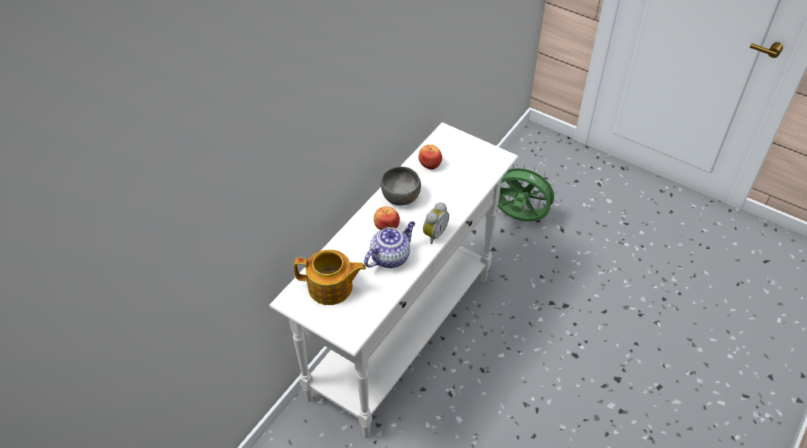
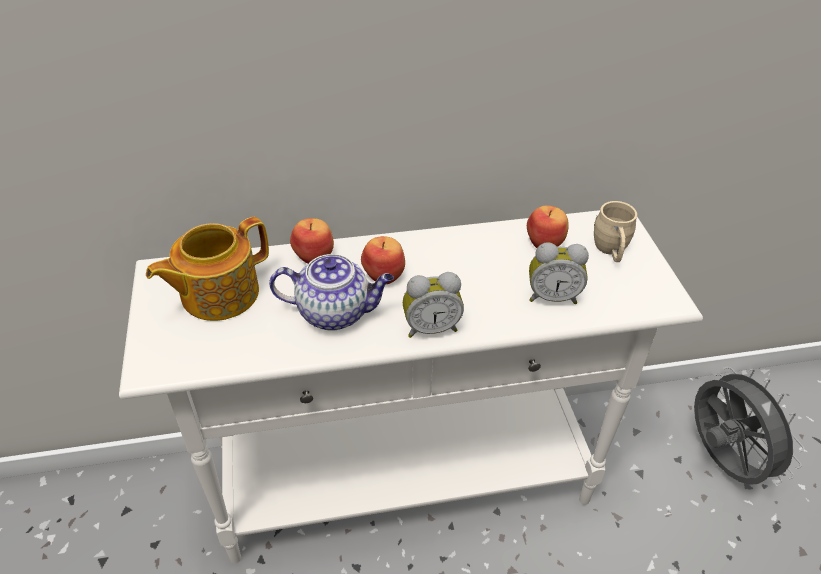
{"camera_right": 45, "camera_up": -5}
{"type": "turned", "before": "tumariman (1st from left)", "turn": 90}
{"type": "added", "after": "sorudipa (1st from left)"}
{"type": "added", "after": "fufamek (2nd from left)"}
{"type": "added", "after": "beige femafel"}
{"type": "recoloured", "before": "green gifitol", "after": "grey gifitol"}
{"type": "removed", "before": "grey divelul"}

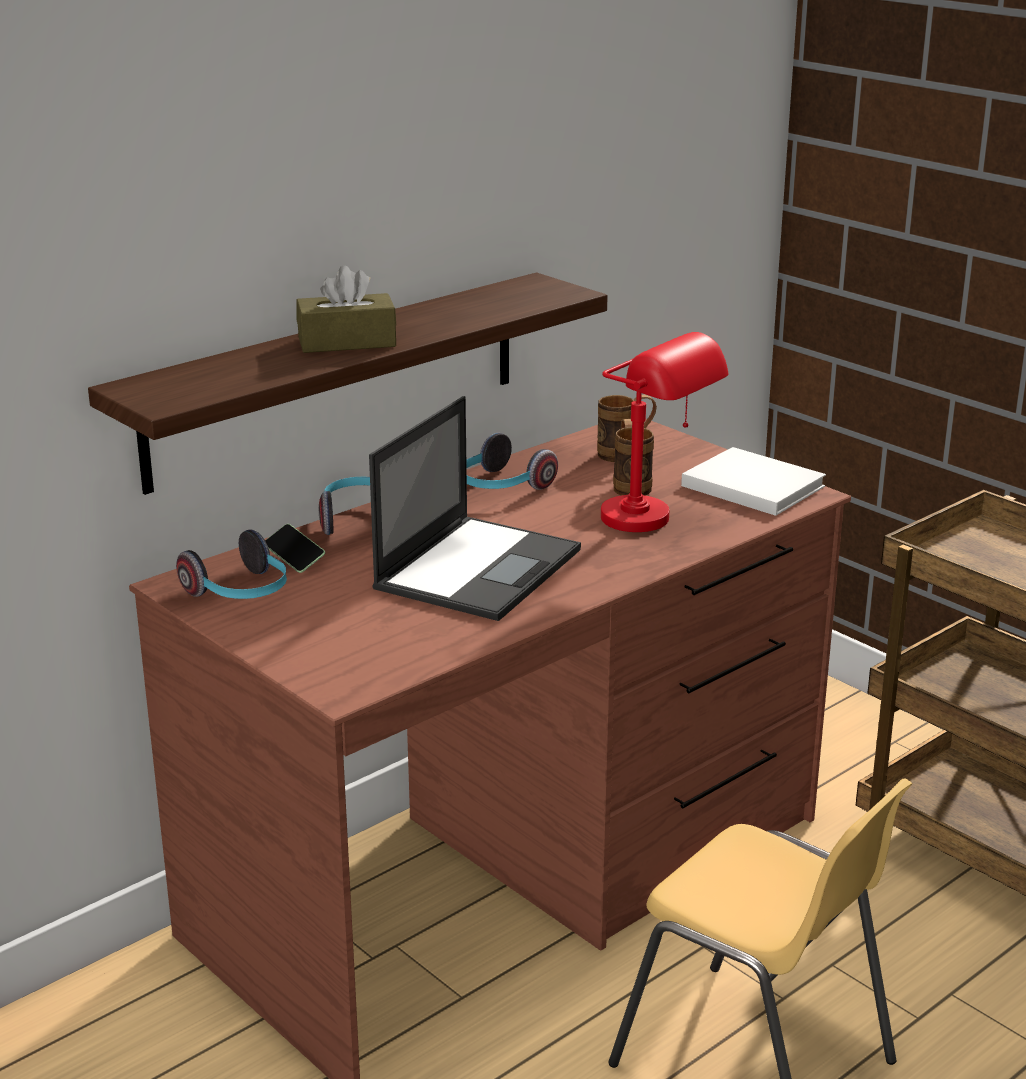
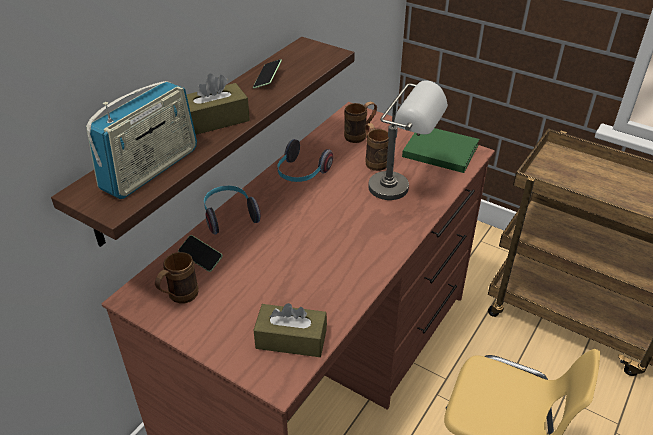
{"camera_right": -15, "camera_up": 15}
{"type": "added", "after": "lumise"}
{"type": "replaced", "before": "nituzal (1st from left)", "after": "brown femafel (1st from left)"}
{"type": "added", "after": "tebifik (2nd from left)"}
{"type": "added", "after": "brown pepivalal (2nd from left)"}
{"type": "recoloured", "before": "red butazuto", "after": "grey butazuto"}
{"type": "recoloured", "before": "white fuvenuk", "after": "green fuvenuk"}
{"type": "removed", "before": "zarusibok"}

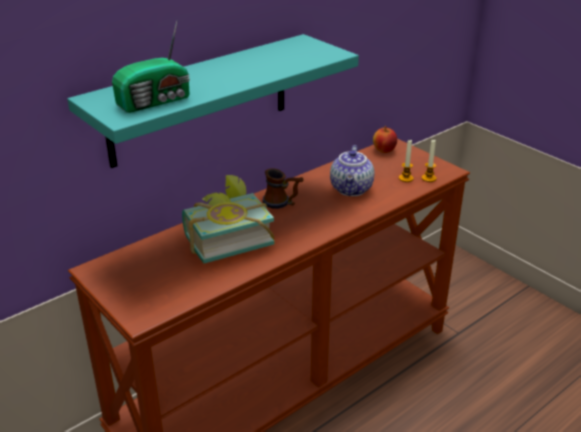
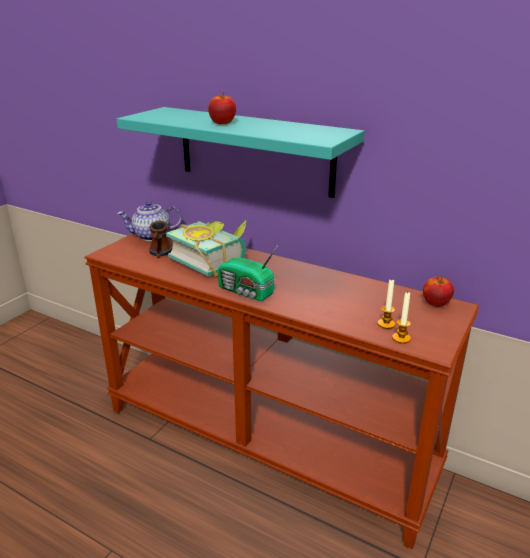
{"camera_right": 70, "camera_up": -5}
{"type": "moved", "before": "tumariman"}
{"type": "moved", "before": "femafel"}
{"type": "added", "after": "sorudipa (1st from left)"}
{"type": "moved", "before": "lumise"}

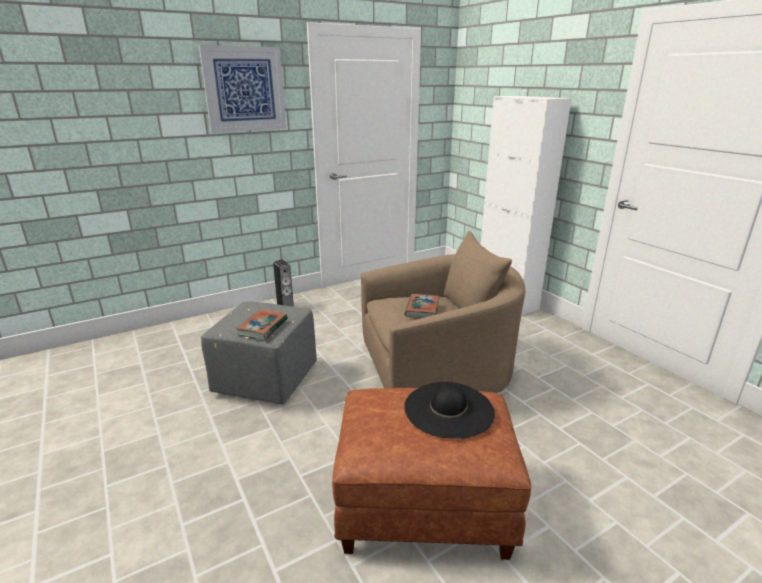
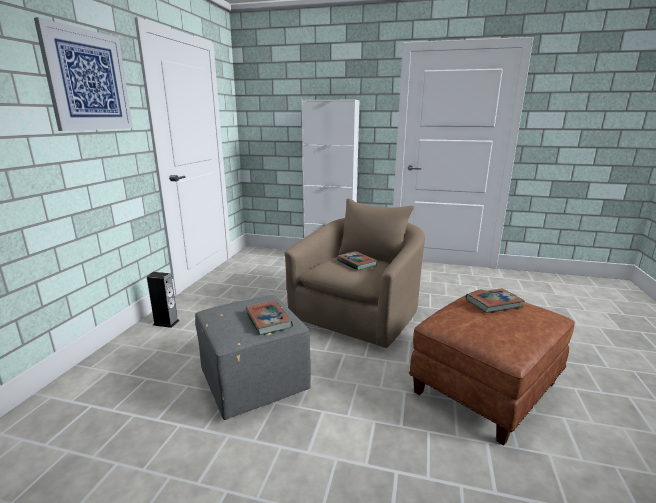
{"camera_right": -45, "camera_up": -5}
{"type": "replaced", "before": "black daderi", "after": "fuvenuk (3rd from left)"}

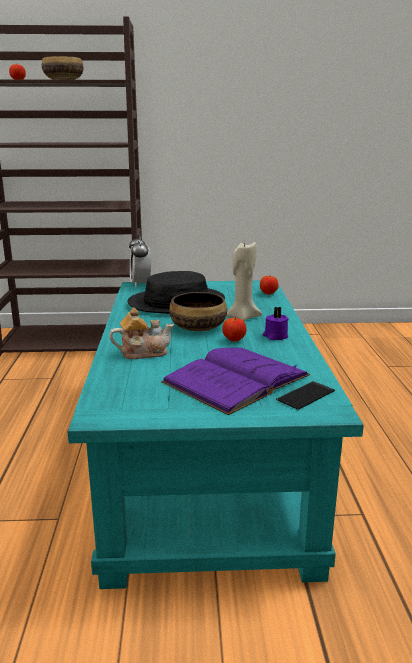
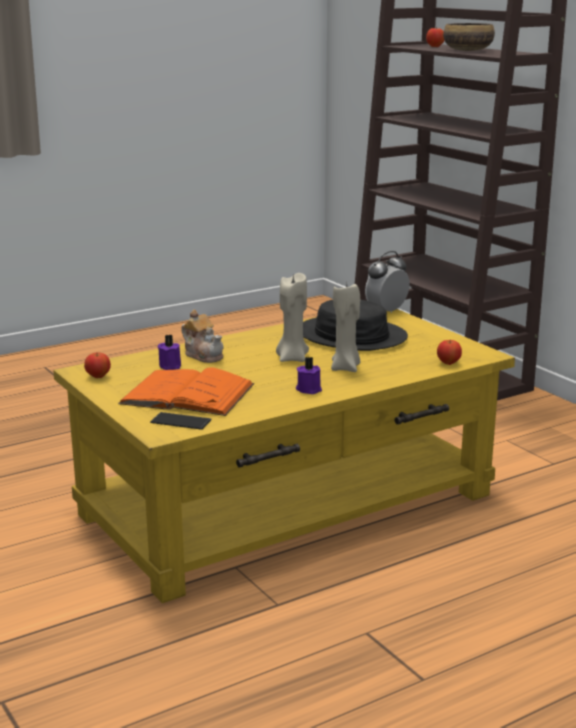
{"camera_right": 60, "camera_up": 0}
{"type": "recoloured", "before": "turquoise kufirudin", "after": "yellow kufirudin"}
{"type": "moved", "before": "sorudipa (2nd from left in the first image)", "after": "sorudipa (1st from left)"}
{"type": "recoloured", "before": "purple fuvenuk", "after": "orange fuvenuk"}
{"type": "added", "after": "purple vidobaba (1st from left)"}
{"type": "replaced", "before": "divelul (2nd from left)", "after": "beige vidobaba (1st from left)"}

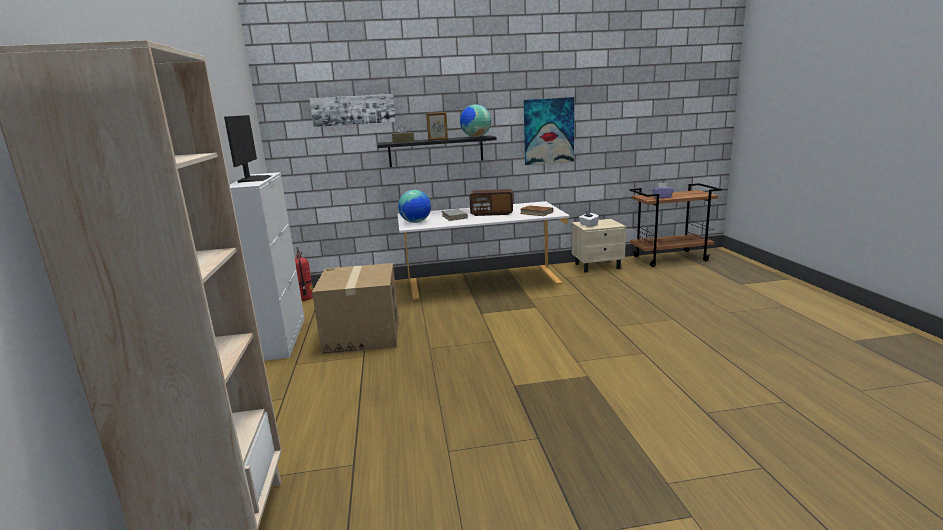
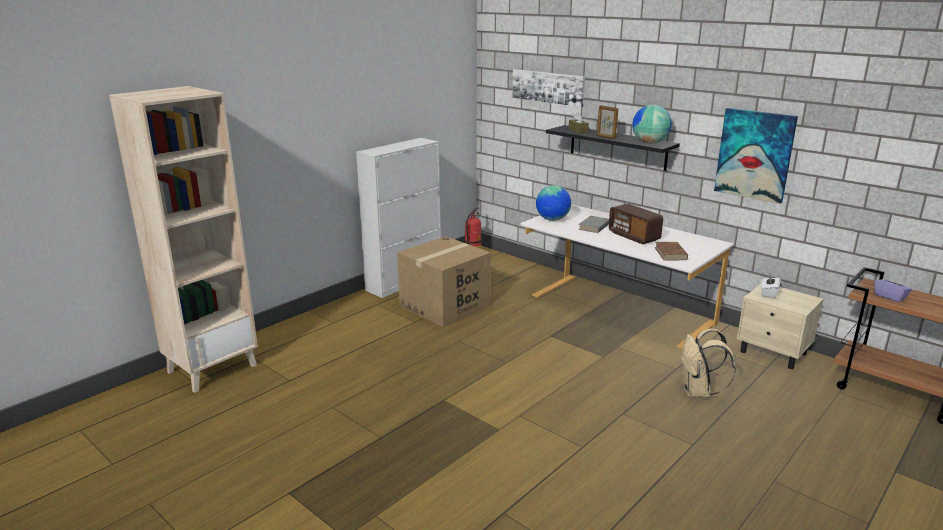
{"camera_right": 50, "camera_up": 5}
{"type": "added", "after": "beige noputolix"}
{"type": "removed", "before": "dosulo"}

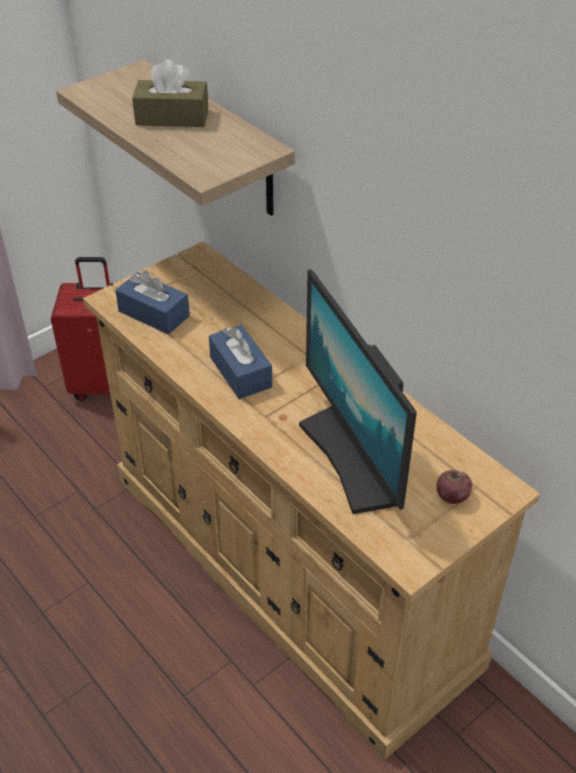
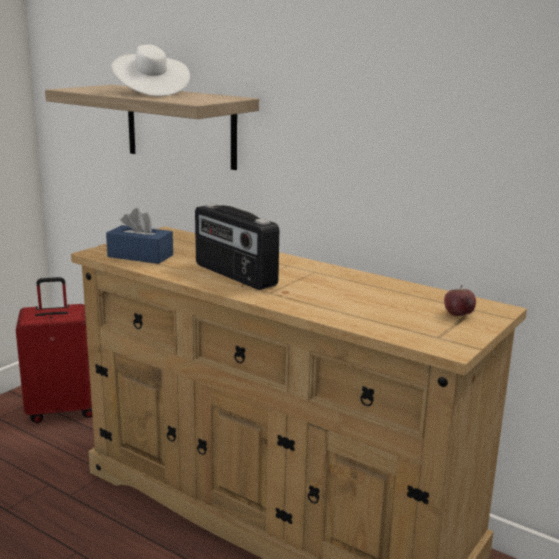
{"camera_right": -15, "camera_up": -25}
{"type": "replaced", "before": "brown pepivalal", "after": "white daderi"}
{"type": "replaced", "before": "blue pepivalal (2nd from left)", "after": "lumise"}
{"type": "removed", "before": "dosulo"}

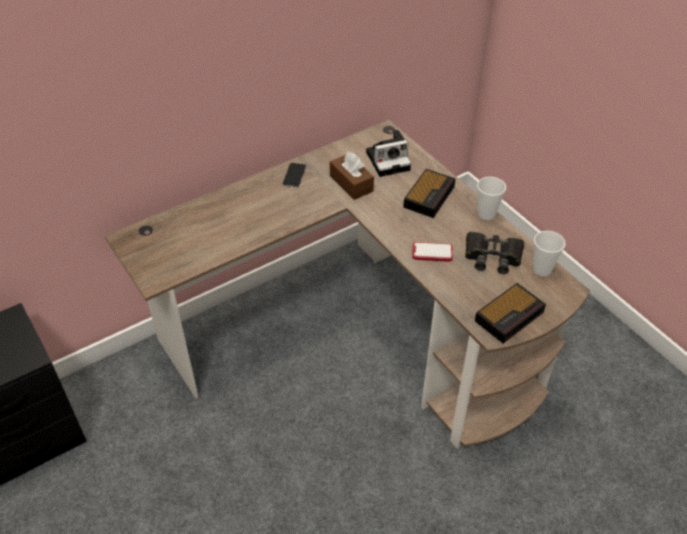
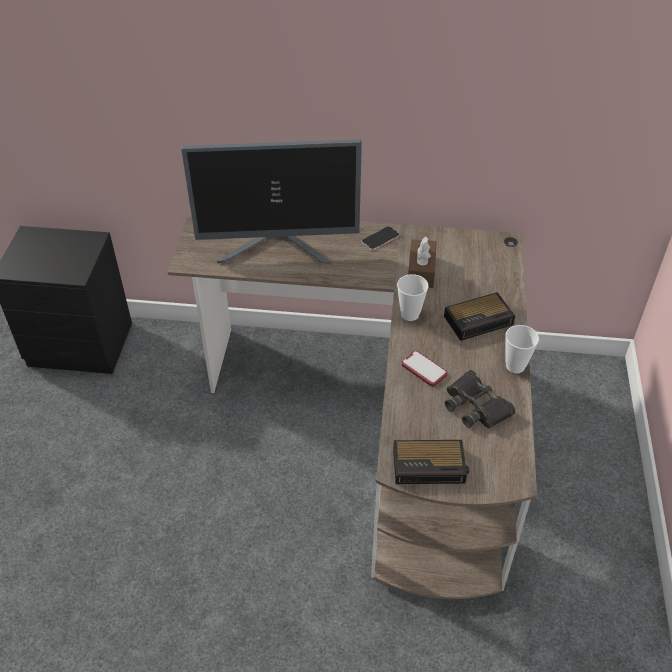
{"camera_right": 40, "camera_up": 0}
{"type": "added", "after": "dosulo"}
{"type": "moved", "before": "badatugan (2nd from left in the first image)", "after": "badatugan (1st from left)"}
{"type": "removed", "before": "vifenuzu"}

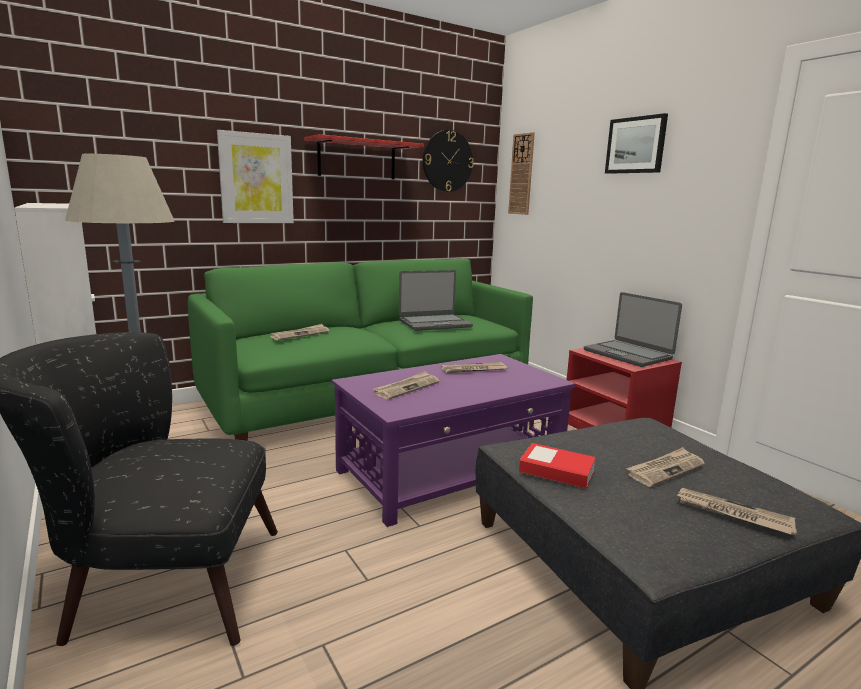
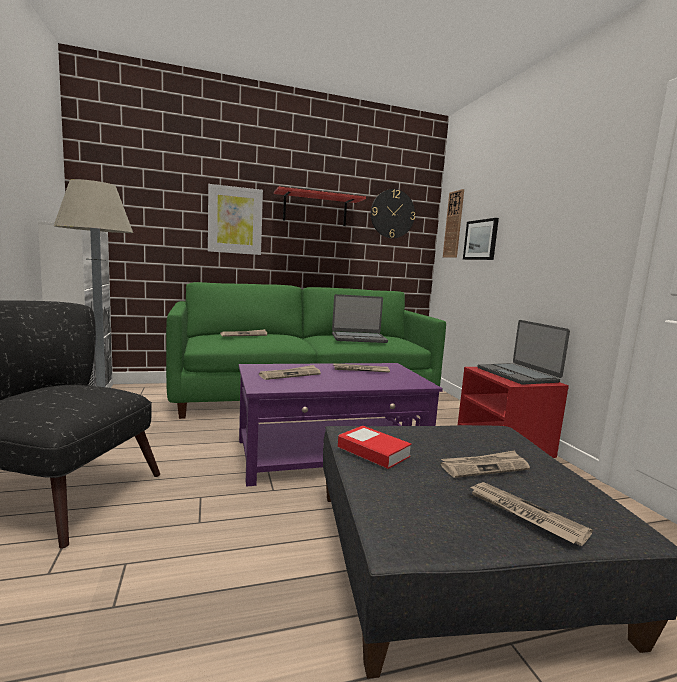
{"camera_right": 15, "camera_up": -5}
{"type": "moved", "before": "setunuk (2nd from left)"}

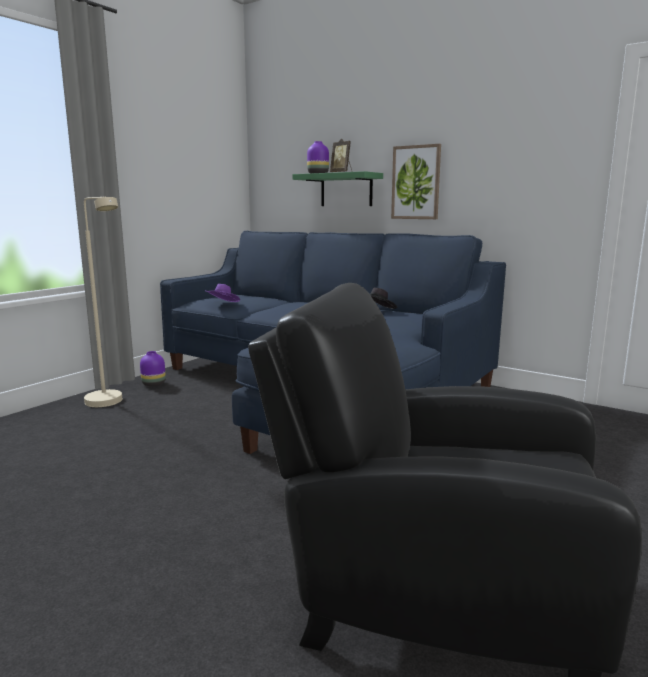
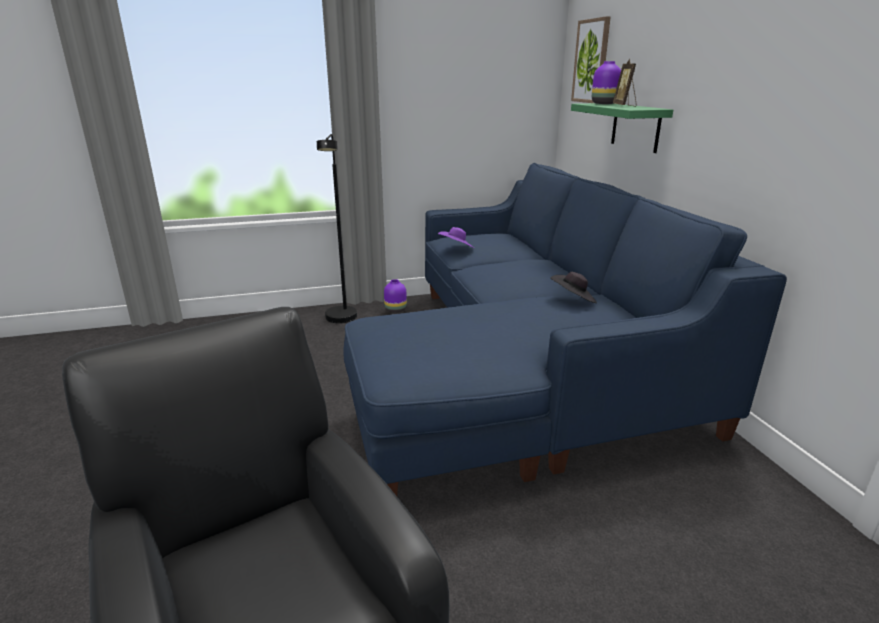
{"camera_right": 40, "camera_up": 10}
{"type": "recoloured", "before": "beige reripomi", "after": "black reripomi"}
{"type": "moved", "before": "setunuk"}

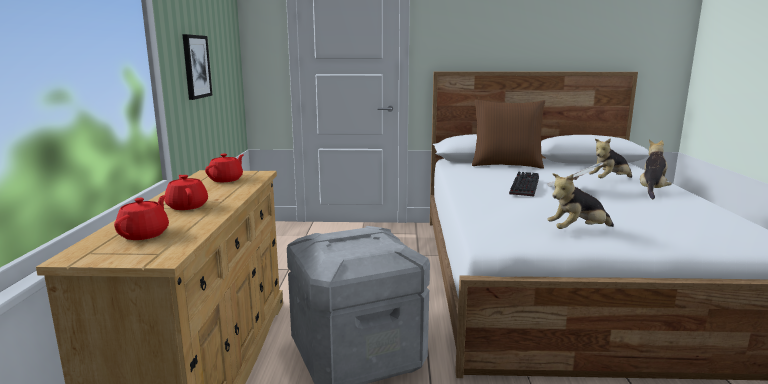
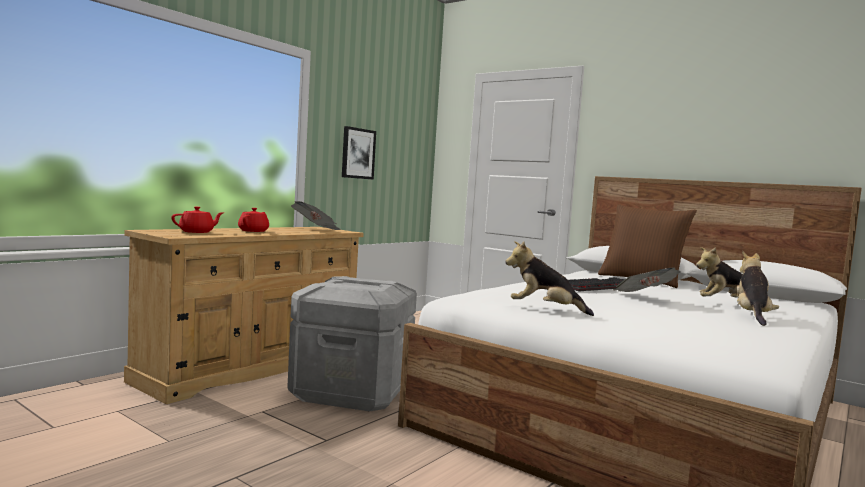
{"camera_right": 35, "camera_up": -10}
{"type": "replaced", "before": "red tumariman (3rd from left)", "after": "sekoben (1st from left)"}
{"type": "turned", "before": "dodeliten (3rd from left)", "turn": -45}

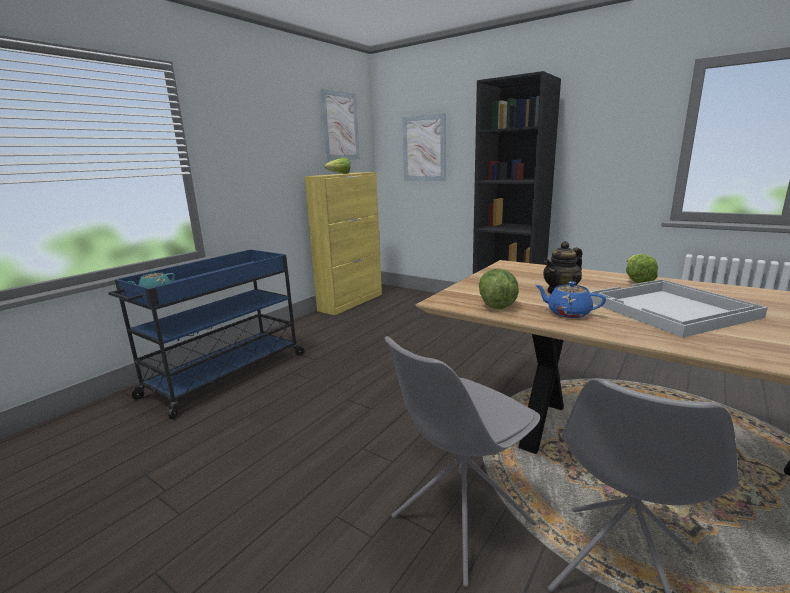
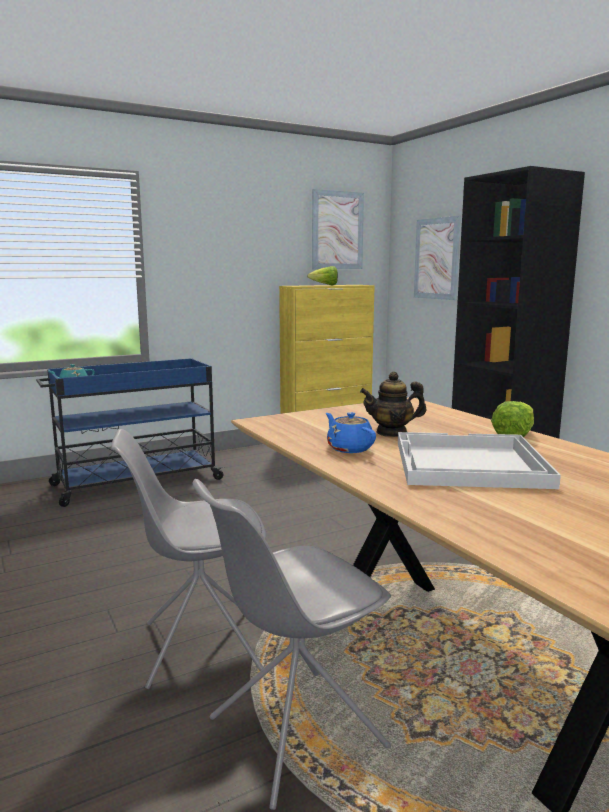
{"camera_right": 25, "camera_up": -5}
{"type": "removed", "before": "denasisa (2nd from left)"}

